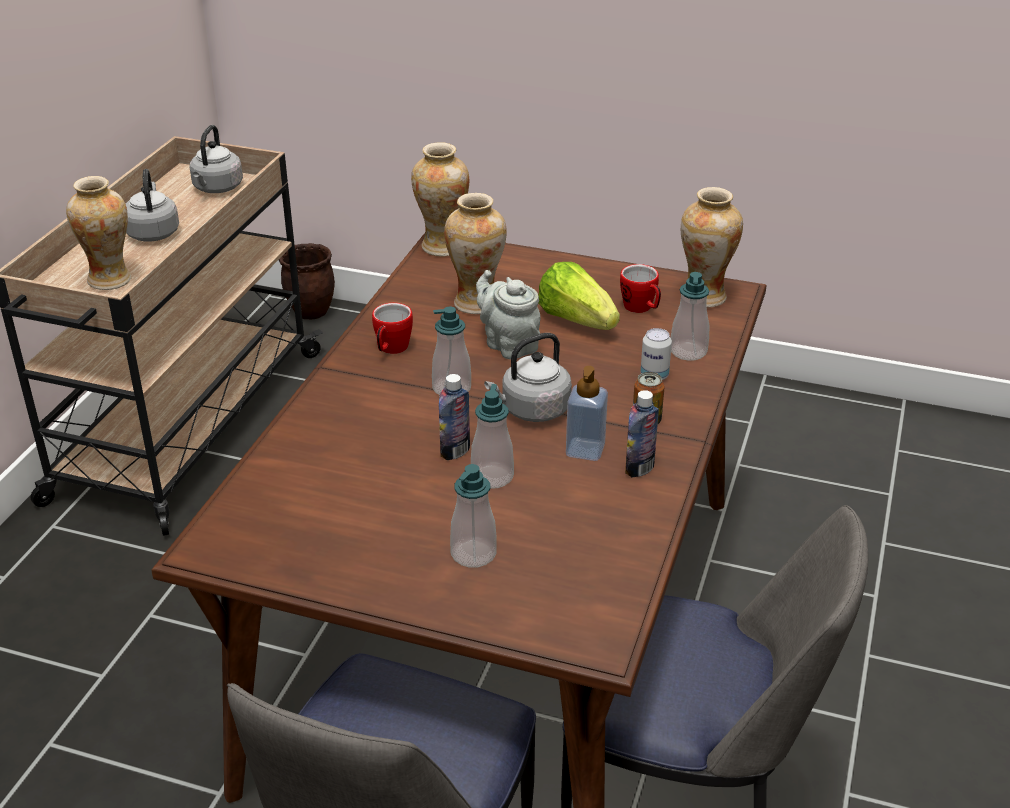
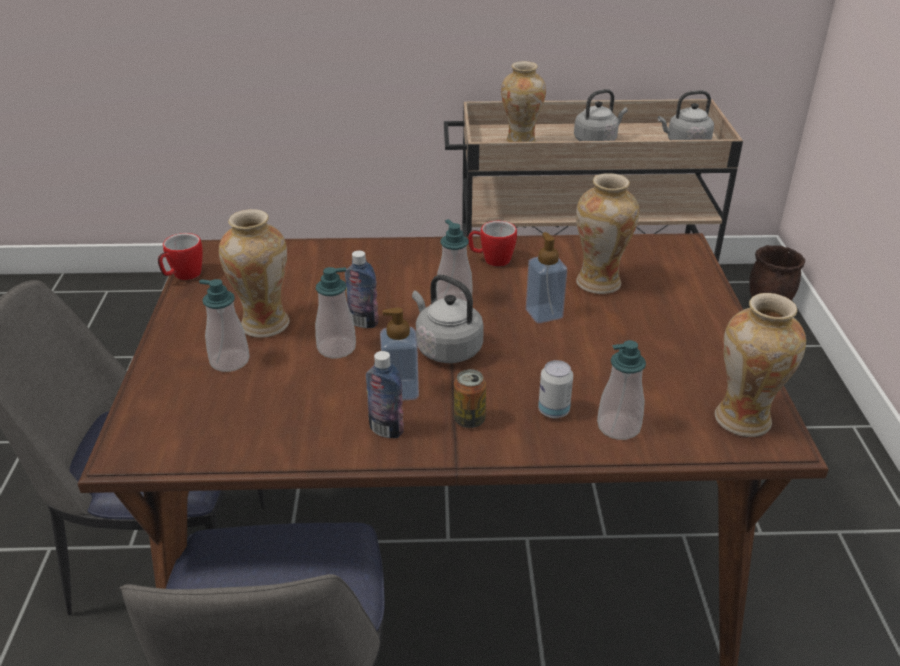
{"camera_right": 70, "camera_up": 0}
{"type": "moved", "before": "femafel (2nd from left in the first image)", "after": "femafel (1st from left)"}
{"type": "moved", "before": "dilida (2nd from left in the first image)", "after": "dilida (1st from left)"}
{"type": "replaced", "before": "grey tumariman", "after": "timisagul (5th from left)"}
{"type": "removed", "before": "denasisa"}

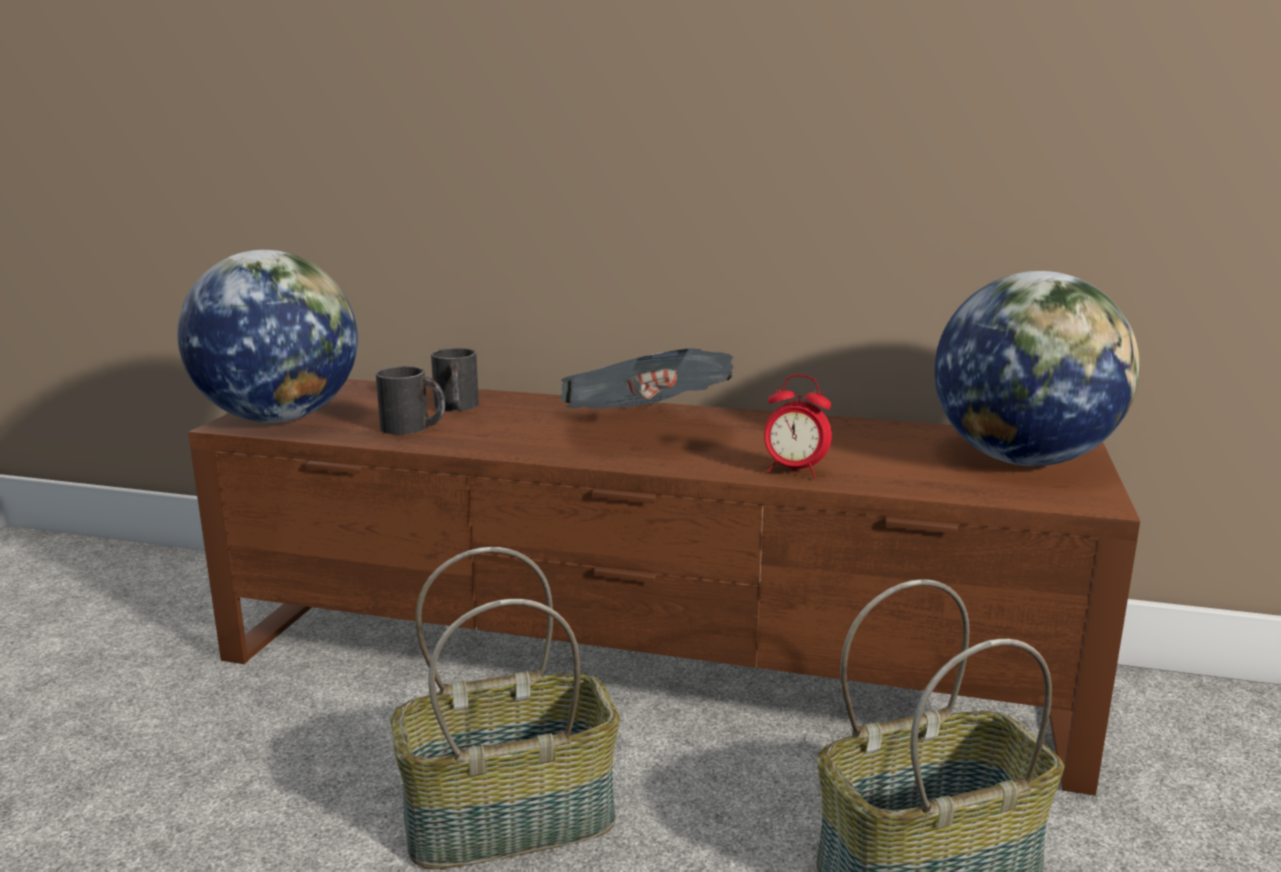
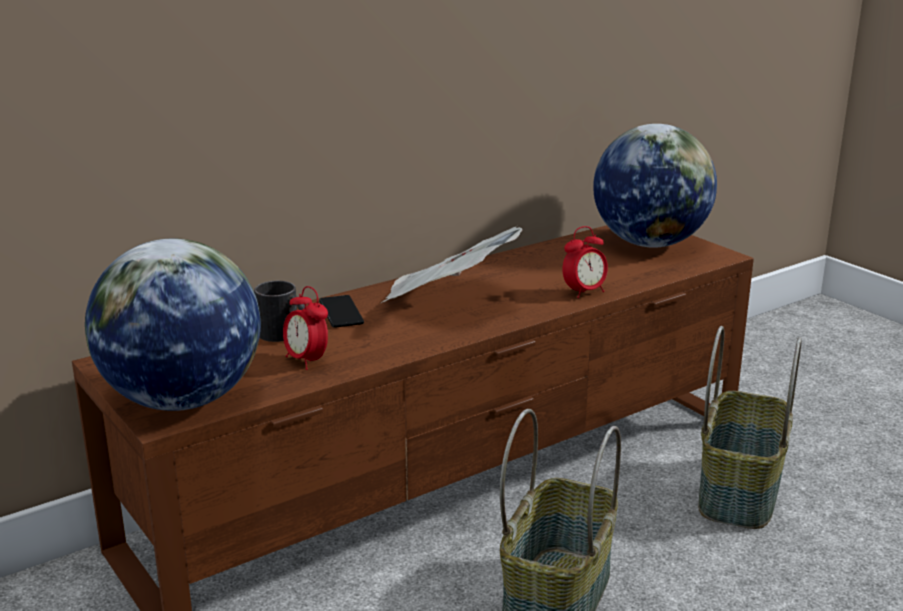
{"camera_right": -50, "camera_up": 5}
{"type": "replaced", "before": "black femafel (1st from left)", "after": "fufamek (1st from left)"}
{"type": "added", "after": "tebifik"}

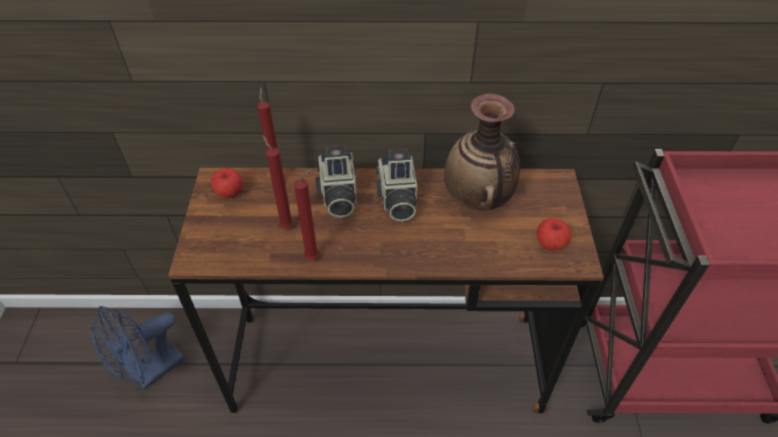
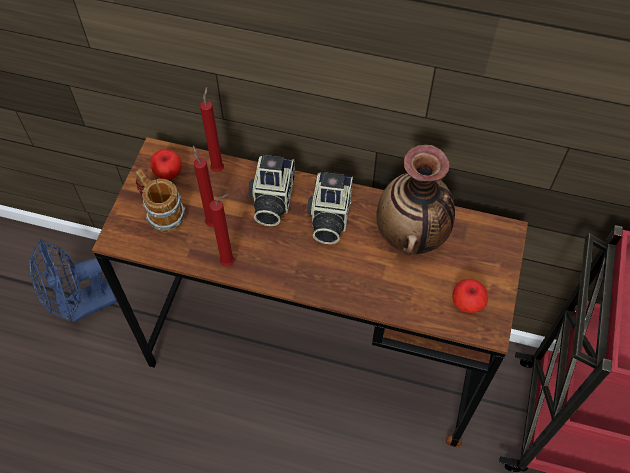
{"camera_right": 15, "camera_up": 10}
{"type": "added", "after": "femafel"}

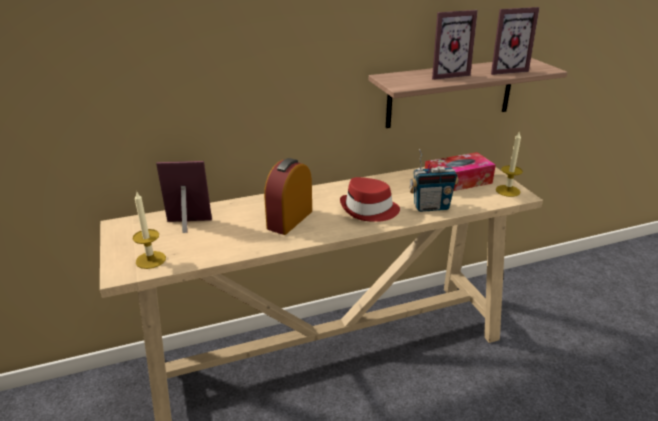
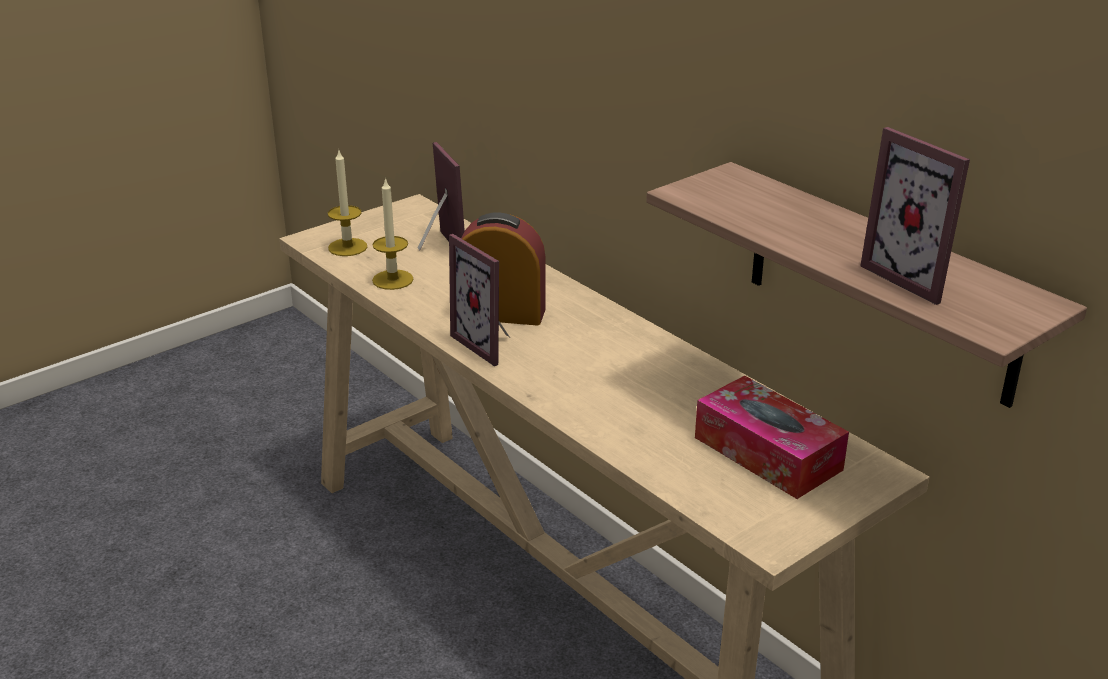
{"camera_right": 70, "camera_up": 0}
{"type": "moved", "before": "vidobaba (2nd from left)"}
{"type": "moved", "before": "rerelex (2nd from left)"}
{"type": "removed", "before": "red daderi"}
{"type": "removed", "before": "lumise"}

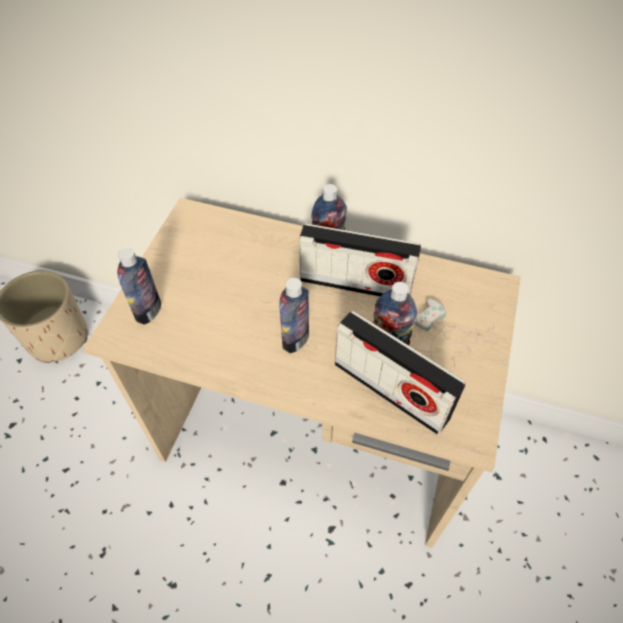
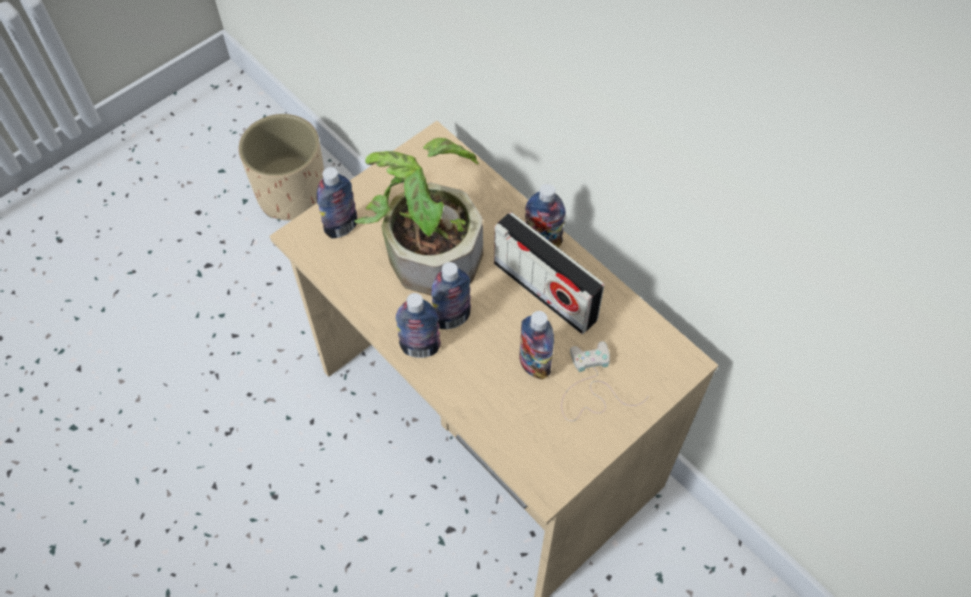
{"camera_right": 30, "camera_up": 5}
{"type": "added", "after": "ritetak"}
{"type": "added", "after": "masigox (2nd from left)"}
{"type": "removed", "before": "lumise (2nd from left)"}

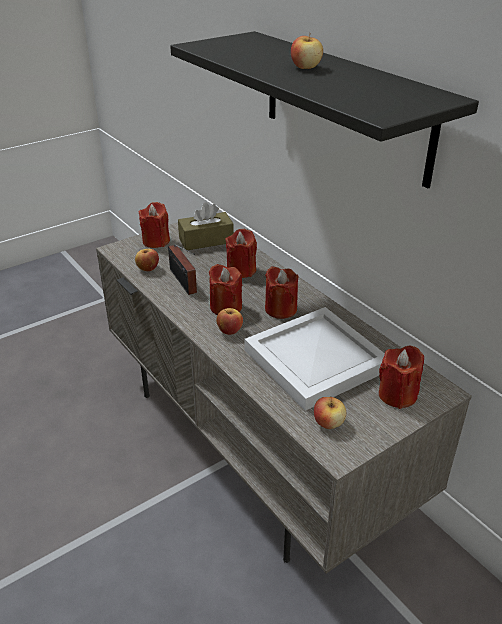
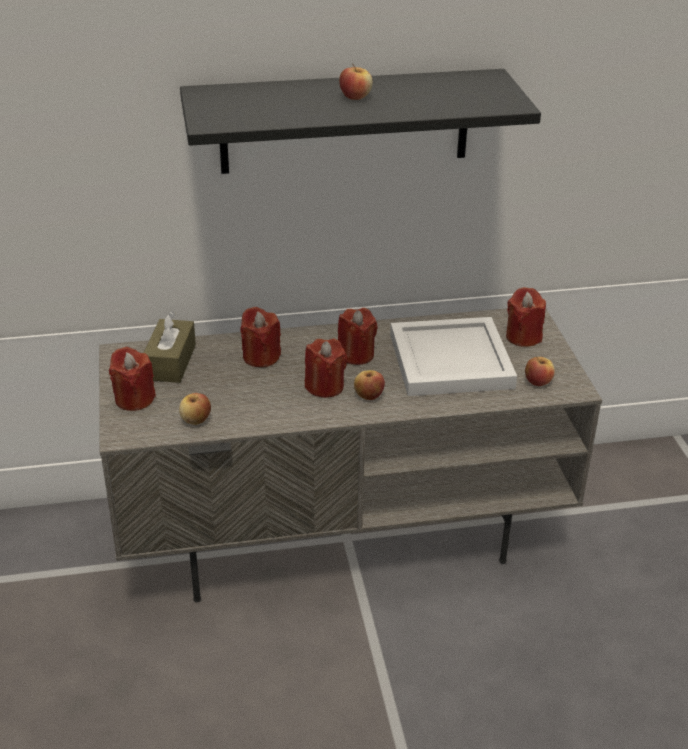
{"camera_right": -65, "camera_up": 0}
{"type": "removed", "before": "lumise"}

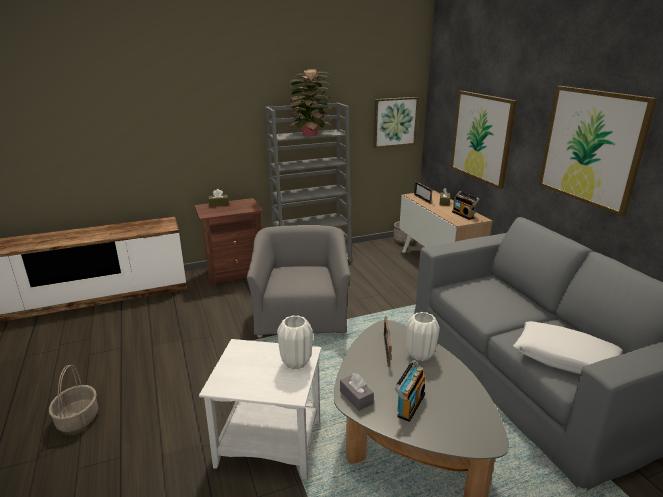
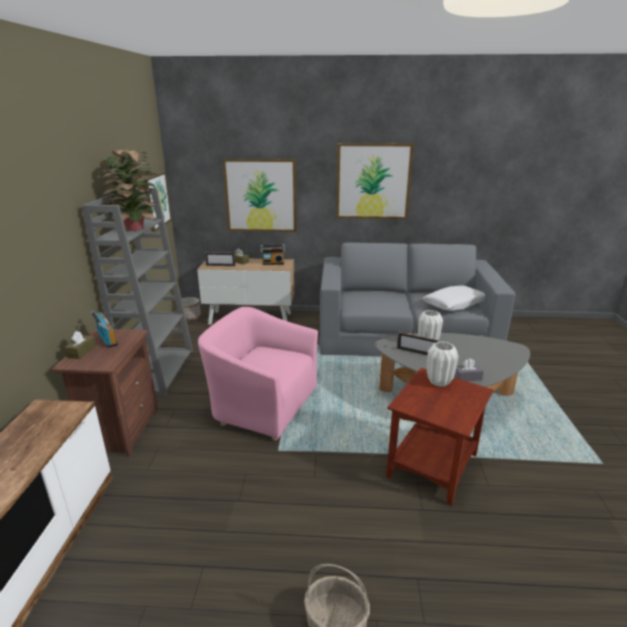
{"camera_right": -65, "camera_up": 0}
{"type": "moved", "before": "lumise (1st from left)"}
{"type": "recoloured", "before": "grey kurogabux", "after": "pink kurogabux"}
{"type": "recoloured", "before": "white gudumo", "after": "brown gudumo"}

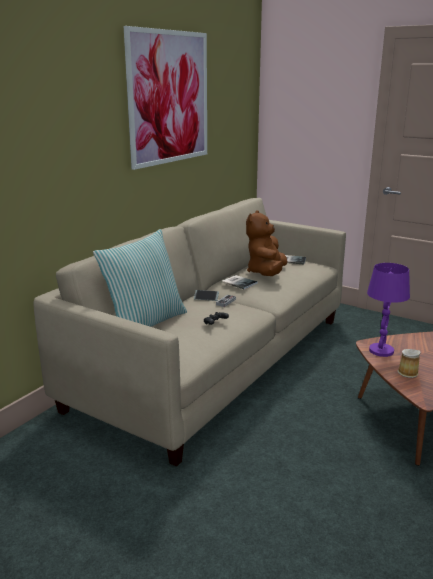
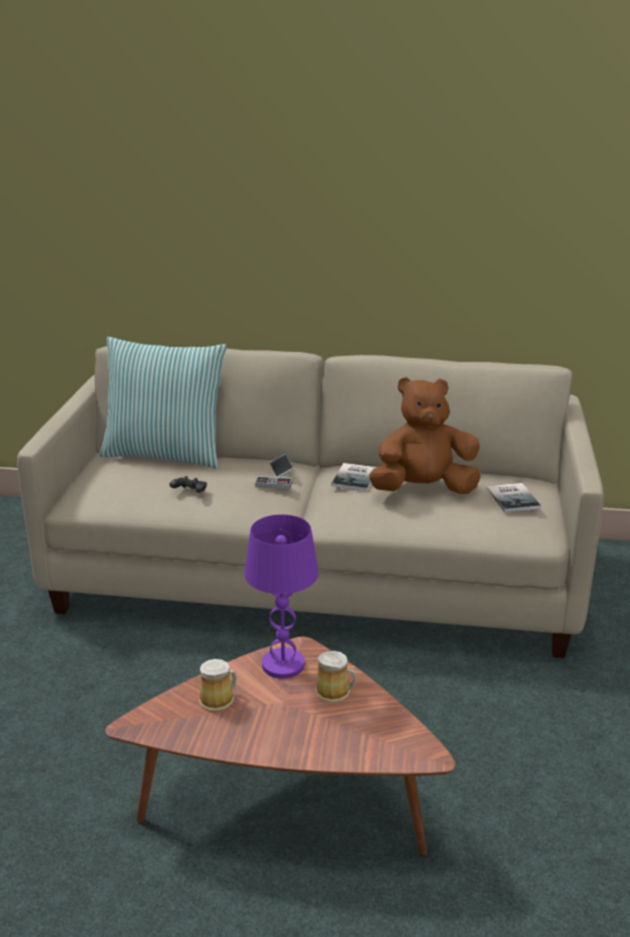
{"camera_right": 65, "camera_up": 5}
{"type": "added", "after": "femafel (2nd from left)"}
{"type": "removed", "before": "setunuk"}

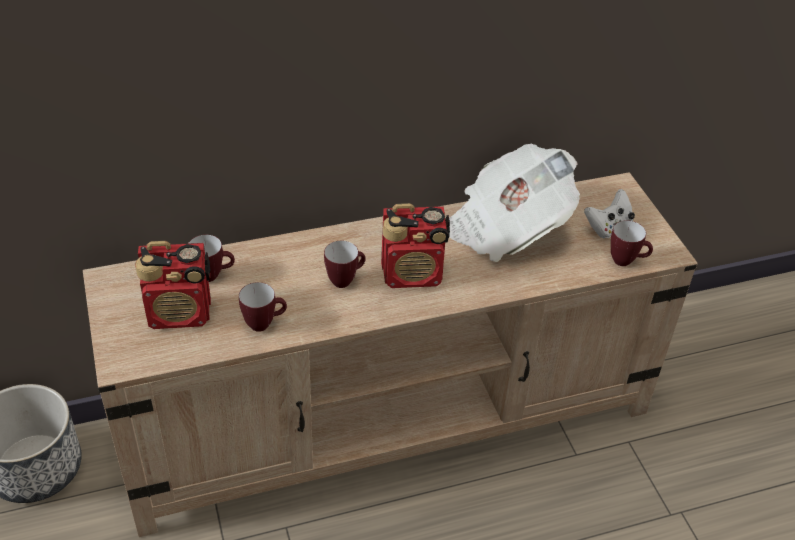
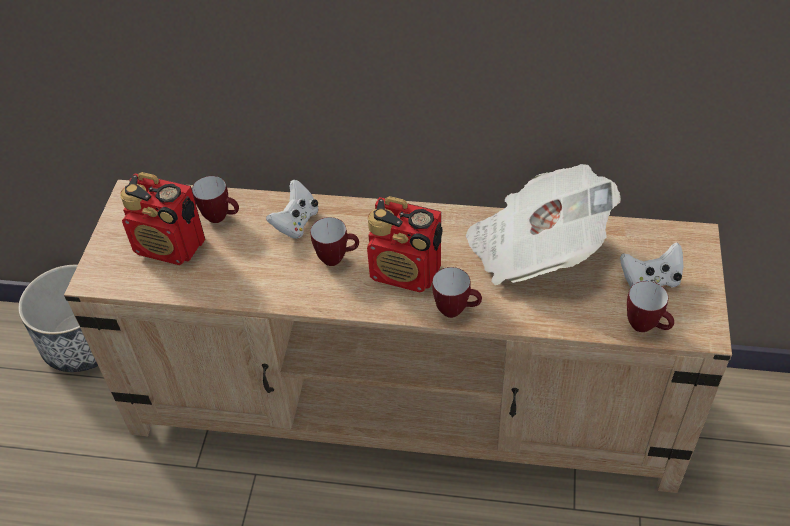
{"camera_right": 30, "camera_up": 5}
{"type": "added", "after": "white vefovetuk (1st from left)"}
{"type": "moved", "before": "femafel (2nd from left in the first image)", "after": "femafel (3rd from left)"}

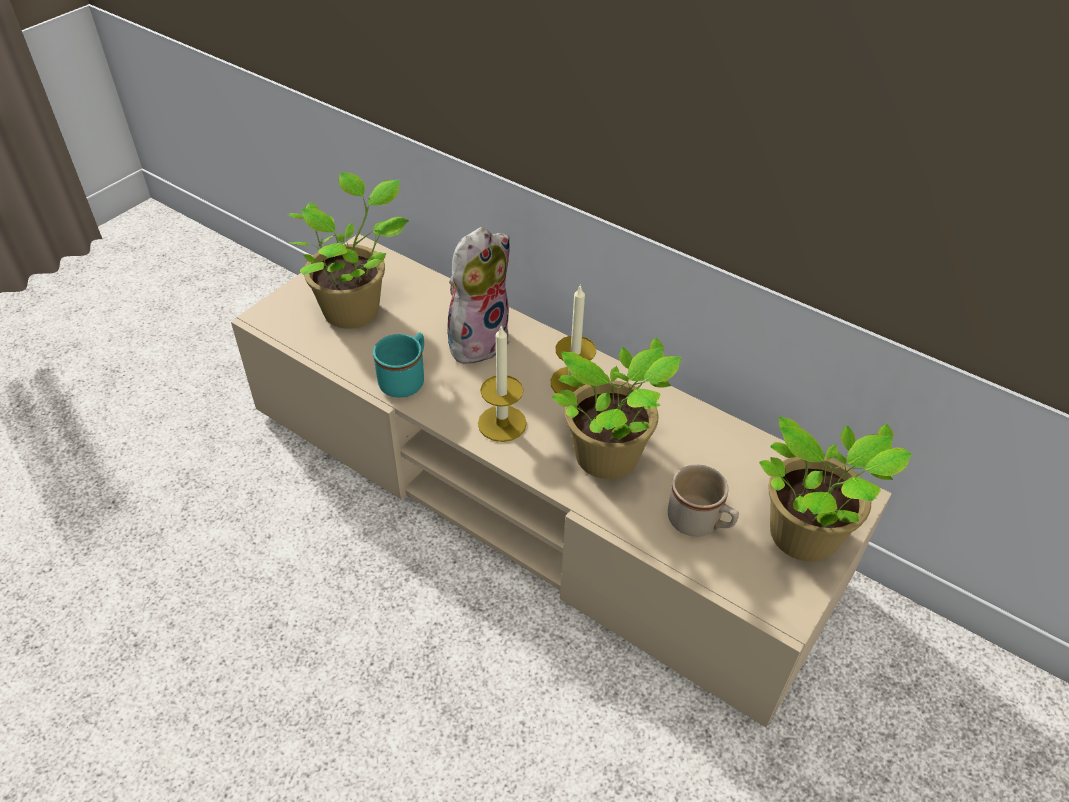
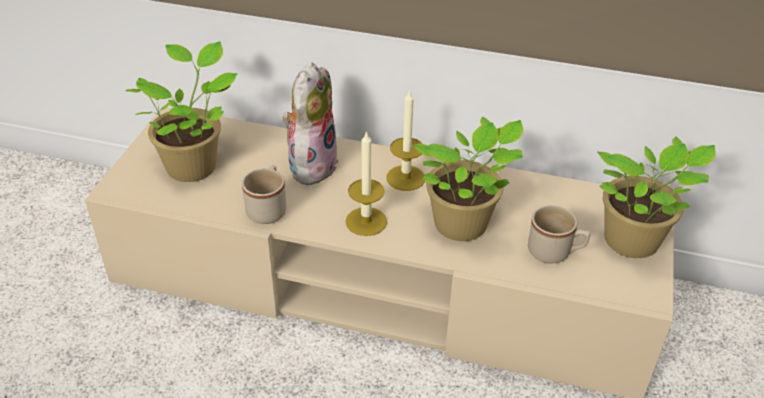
{"camera_right": -20, "camera_up": -5}
{"type": "recoloured", "before": "turquoise femafel", "after": "beige femafel (1st from left)"}

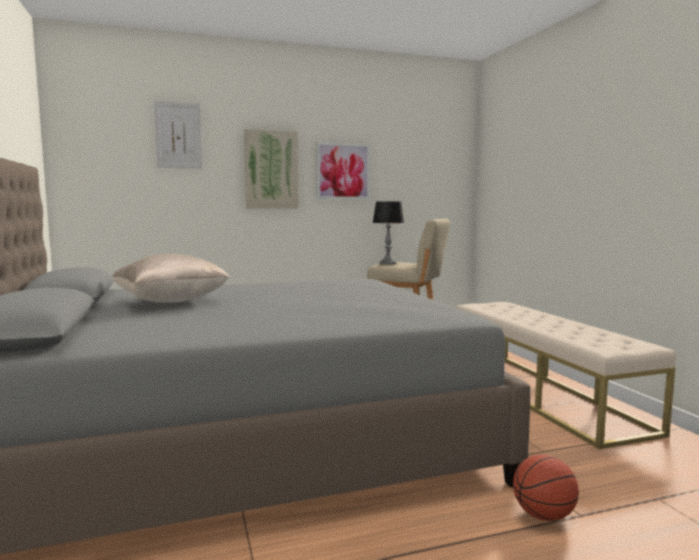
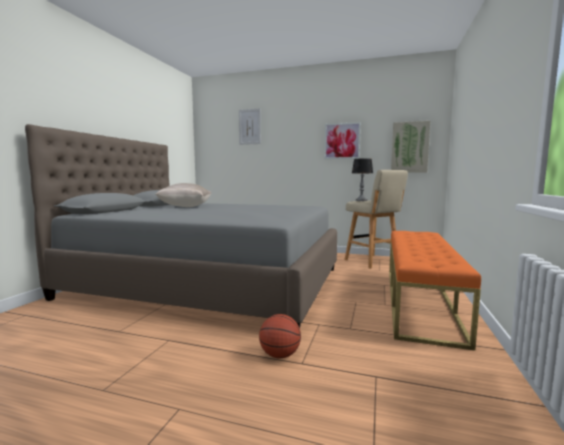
{"camera_right": 35, "camera_up": 0}
{"type": "recoloured", "before": "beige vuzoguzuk", "after": "orange vuzoguzuk"}
{"type": "moved", "before": "setunuk (2nd from left in the first image)", "after": "setunuk (3rd from left)"}

